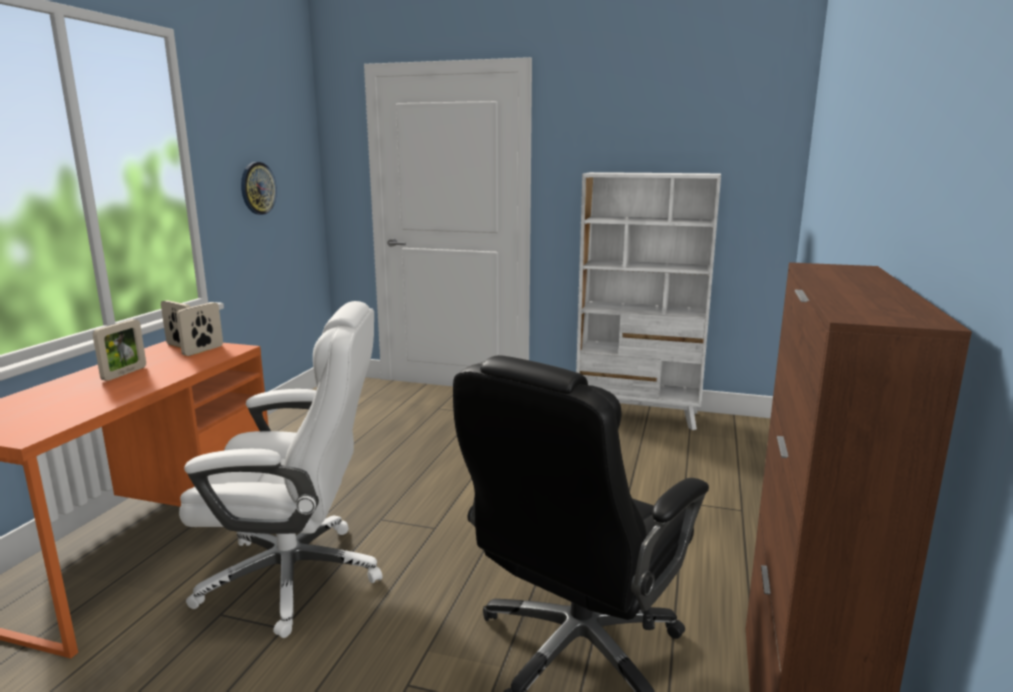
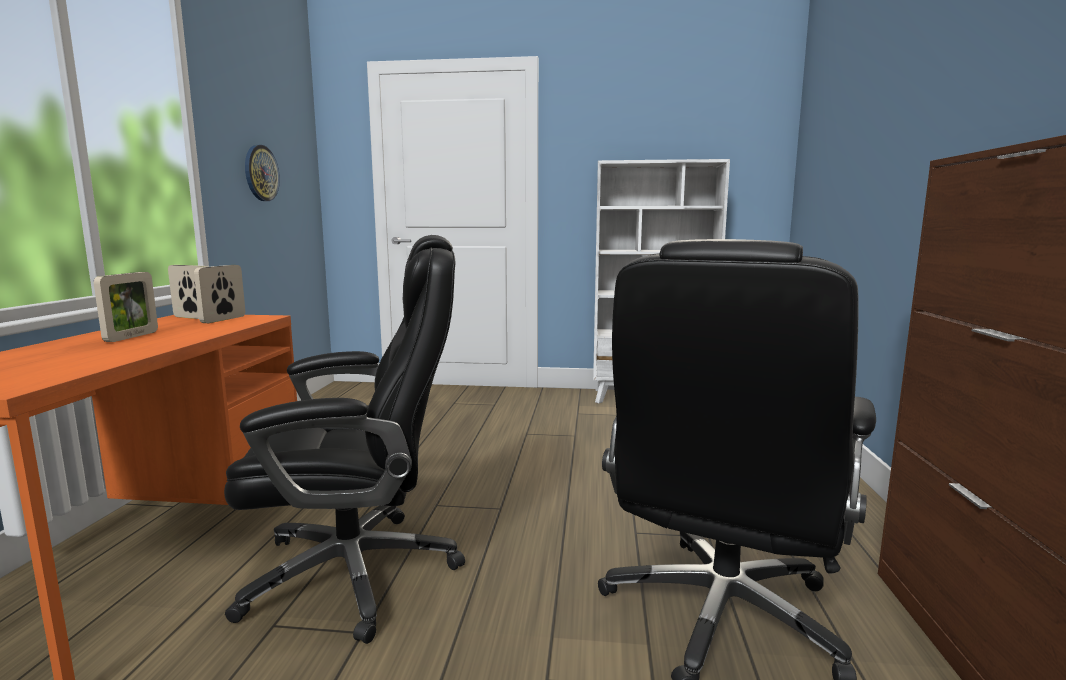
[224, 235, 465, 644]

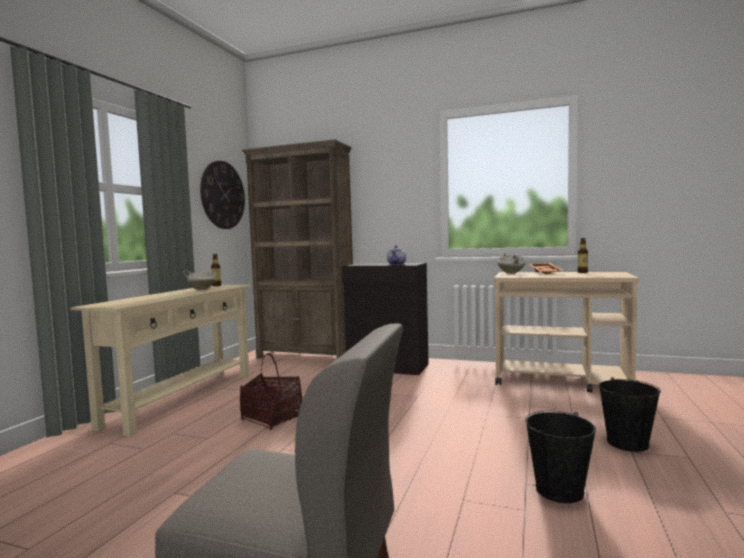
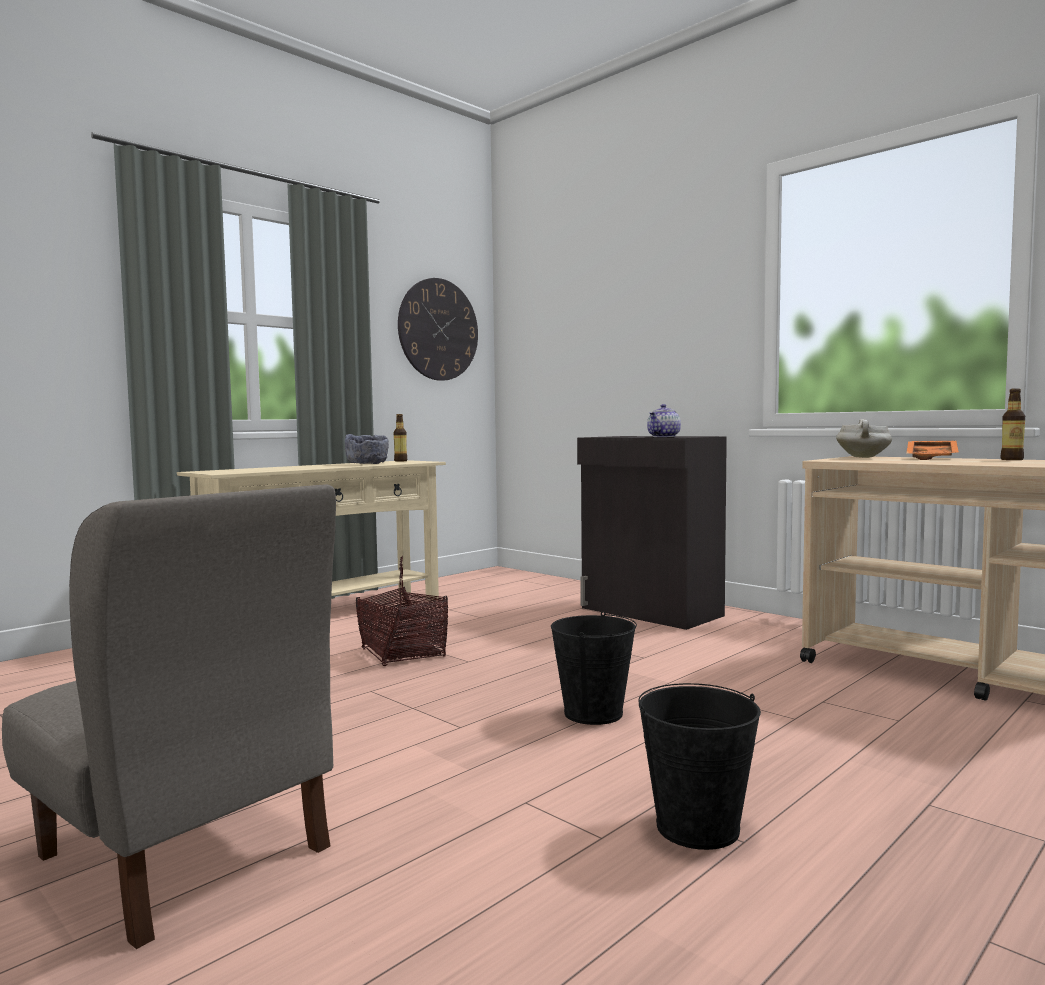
[242, 139, 353, 359] (first image)
[551, 611, 637, 725]
[345, 434, 389, 464]

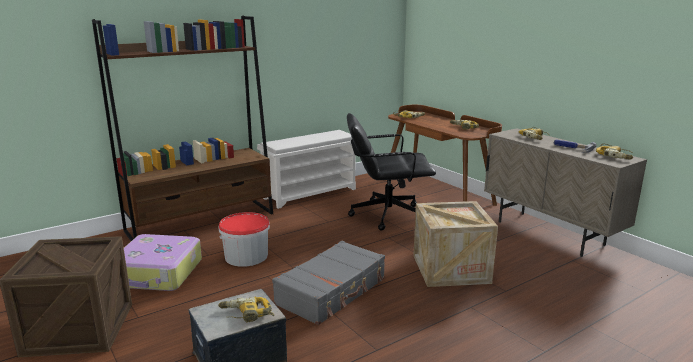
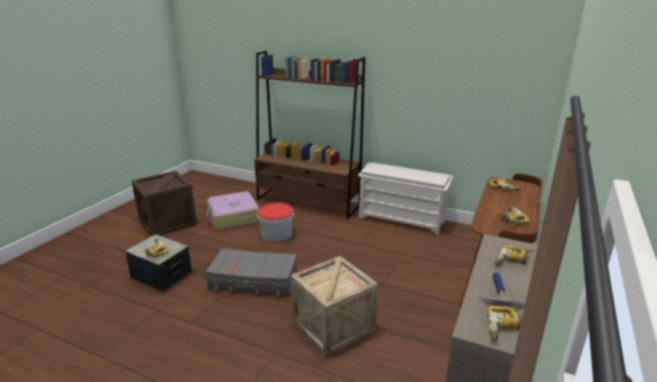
[347, 113, 436, 231] (first image)

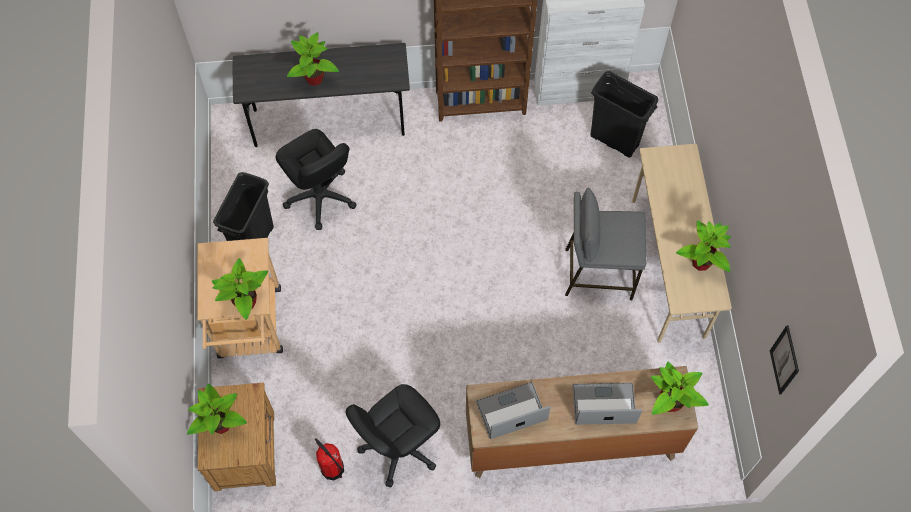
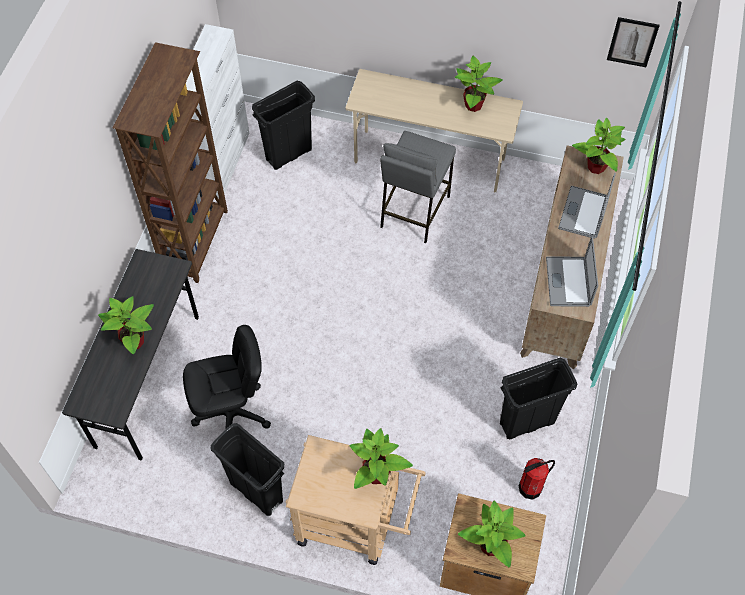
[500, 357, 577, 439]

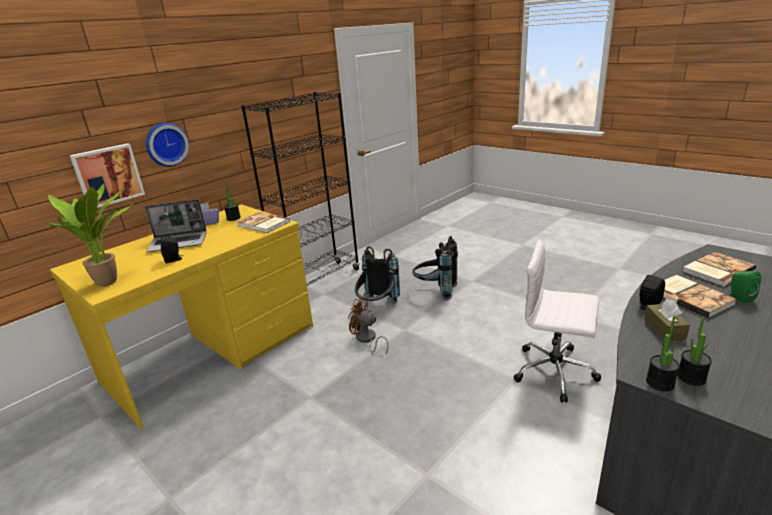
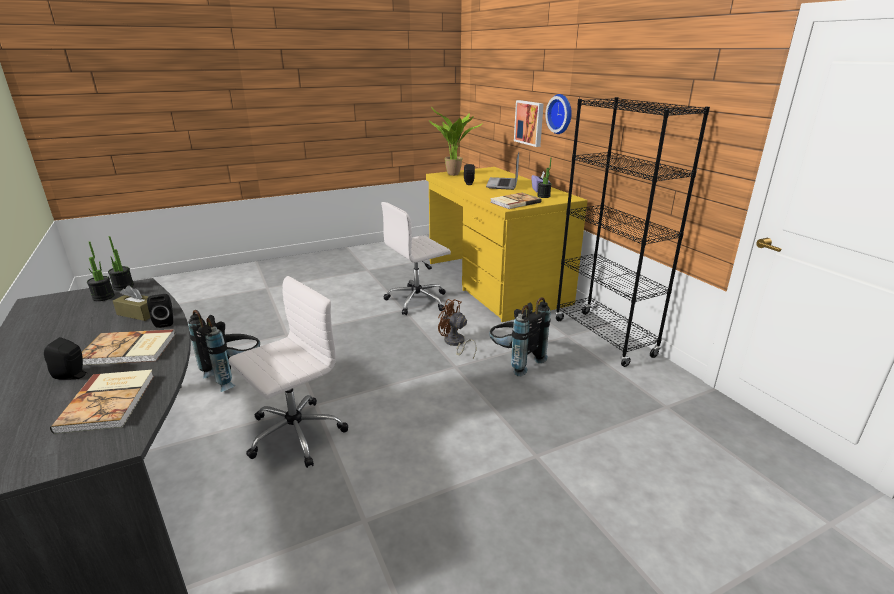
[381, 202, 451, 315]
[188, 310, 260, 392]
[44, 337, 87, 380]
[438, 299, 476, 358]

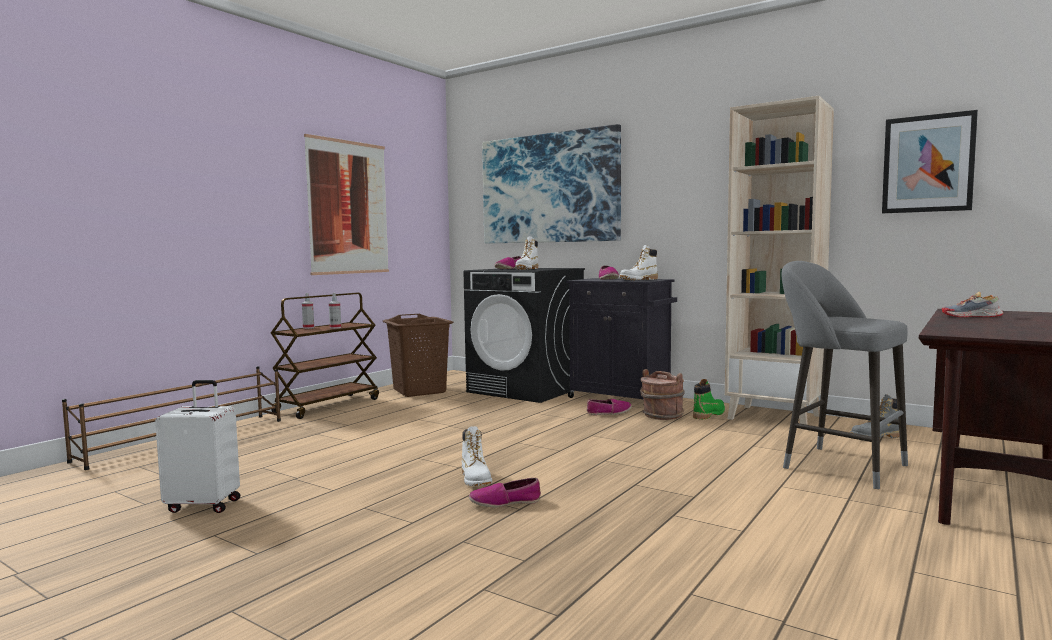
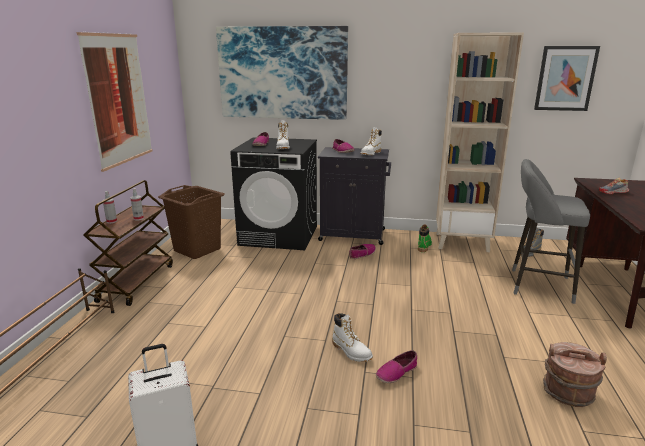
[543, 342, 607, 407]

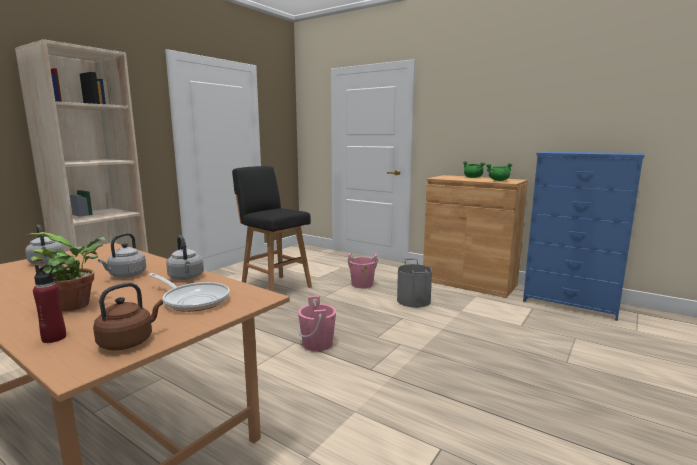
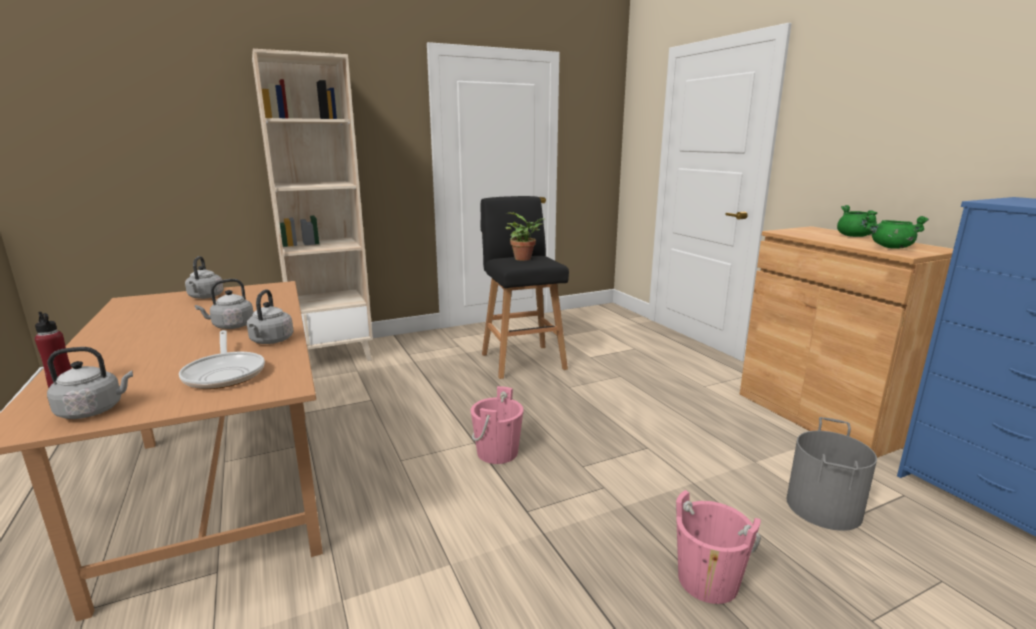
[505, 212, 545, 261]
[676, 490, 761, 604]
[786, 417, 877, 531]
[47, 347, 133, 419]

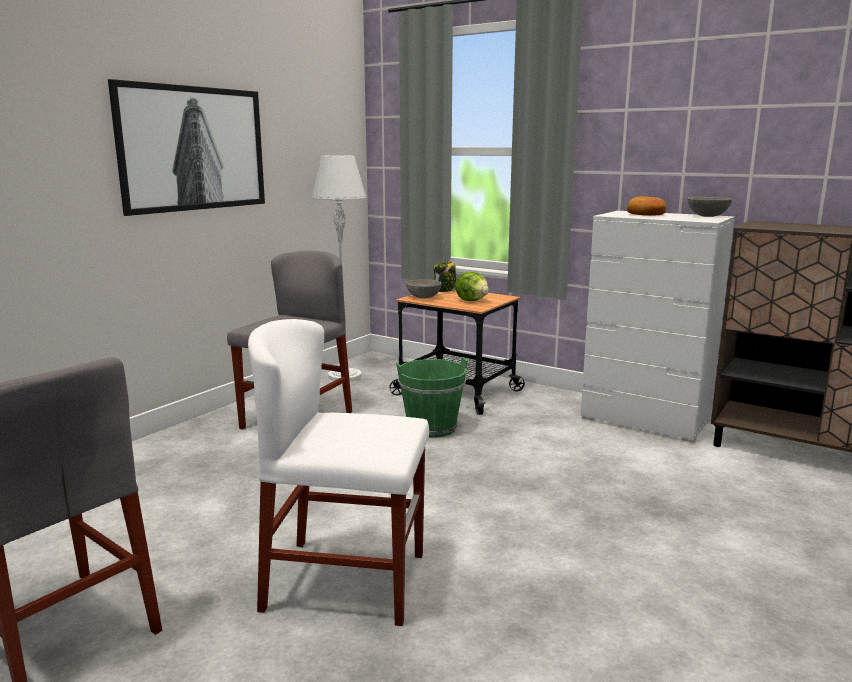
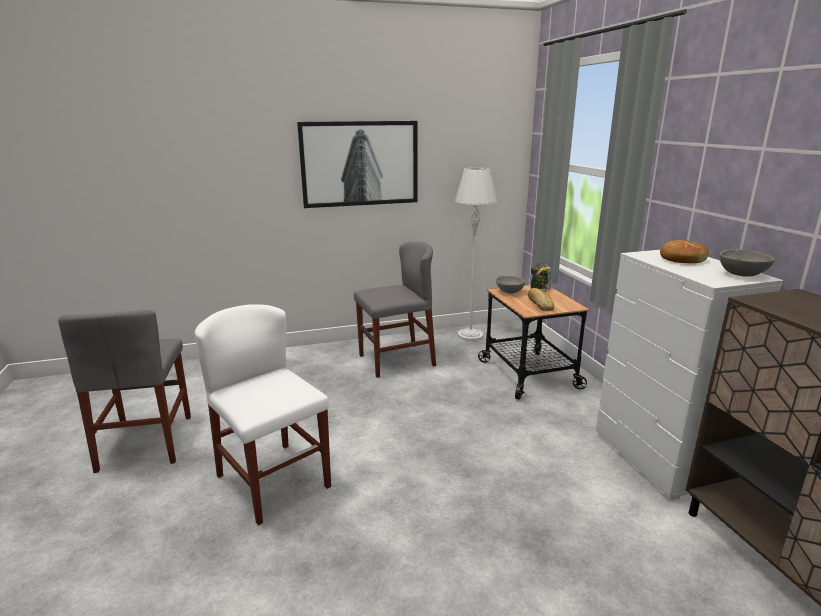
[396, 357, 468, 438] (first image)
[528, 288, 554, 311]

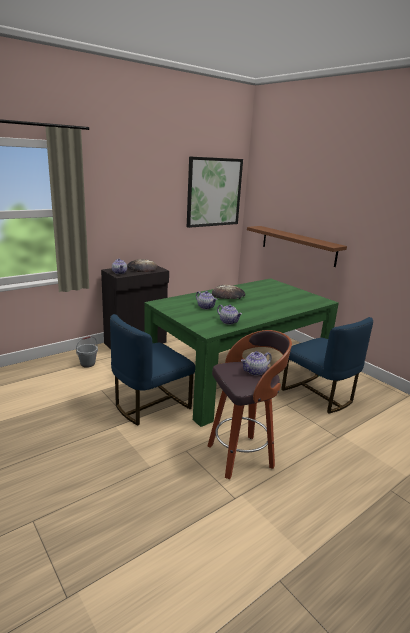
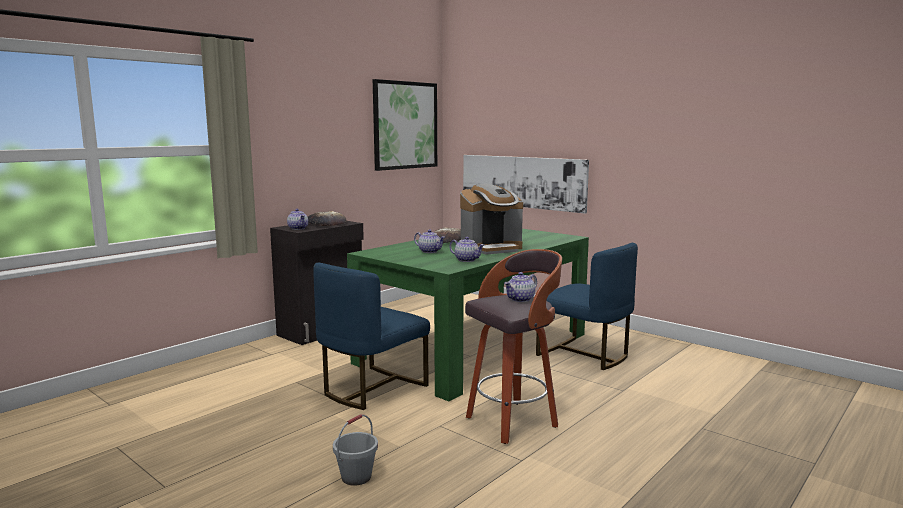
[460, 184, 523, 255]
[333, 414, 378, 486]
[463, 155, 589, 213]

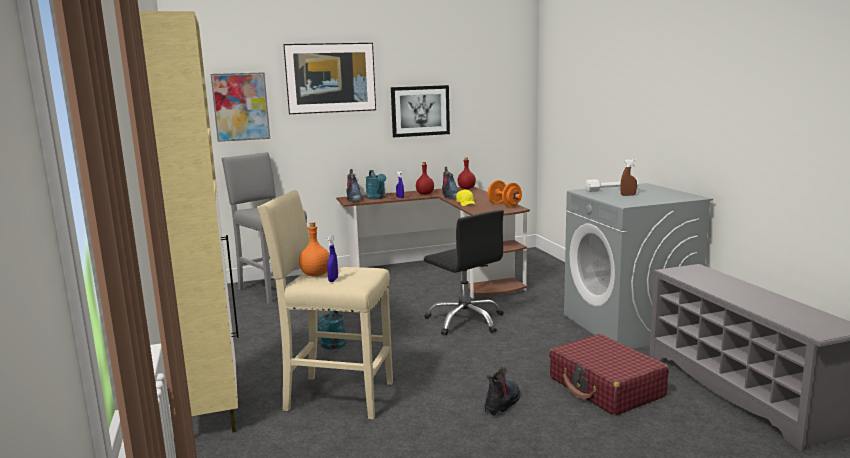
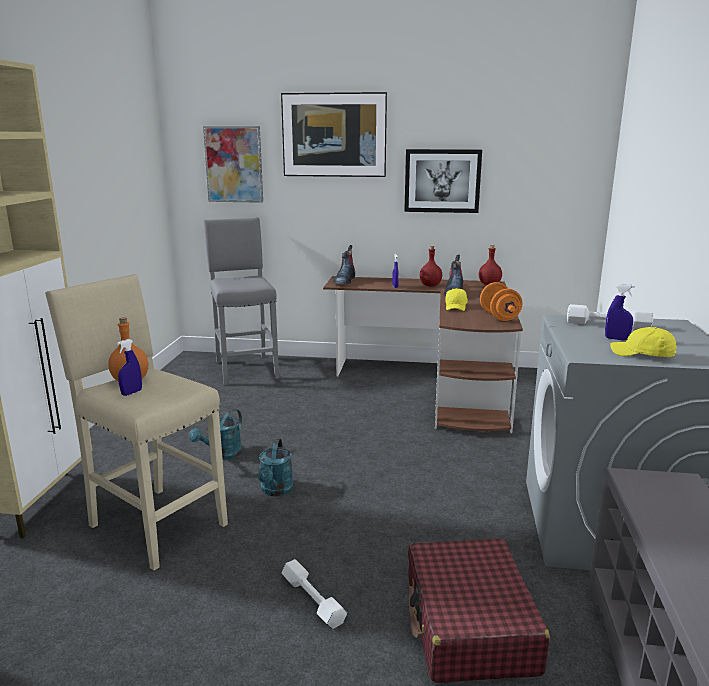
[424, 210, 504, 335] (first image)
[610, 327, 677, 357]
[258, 438, 294, 496]
[282, 559, 347, 629]
[605, 284, 635, 340]

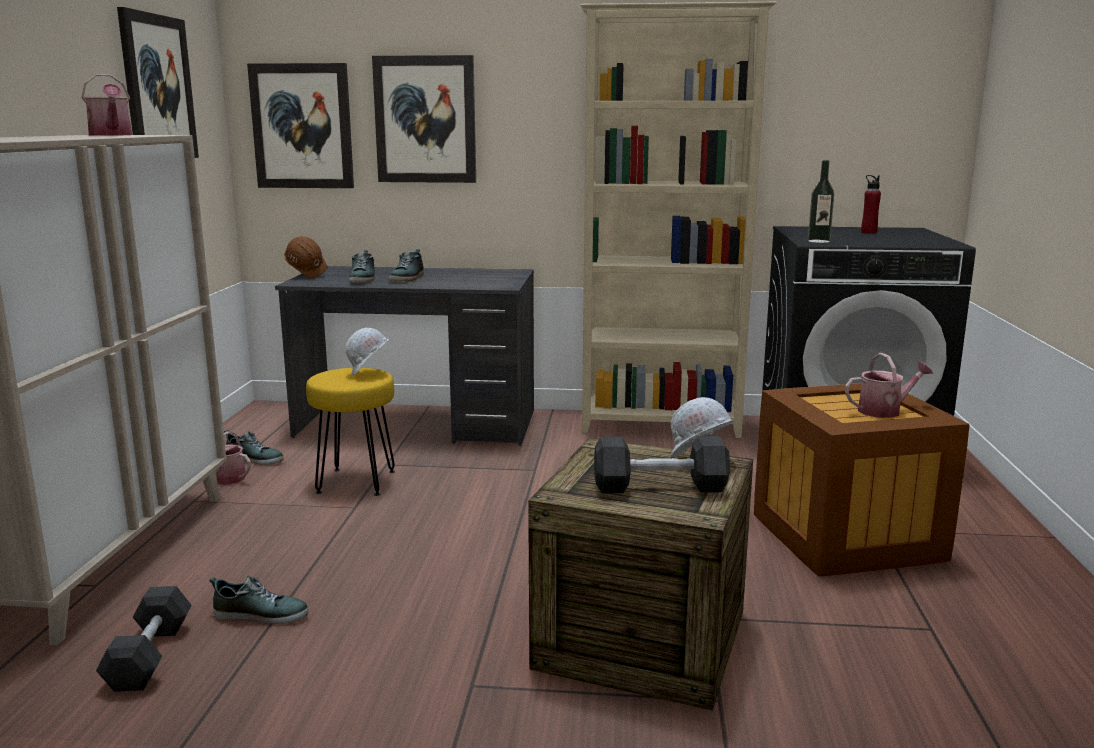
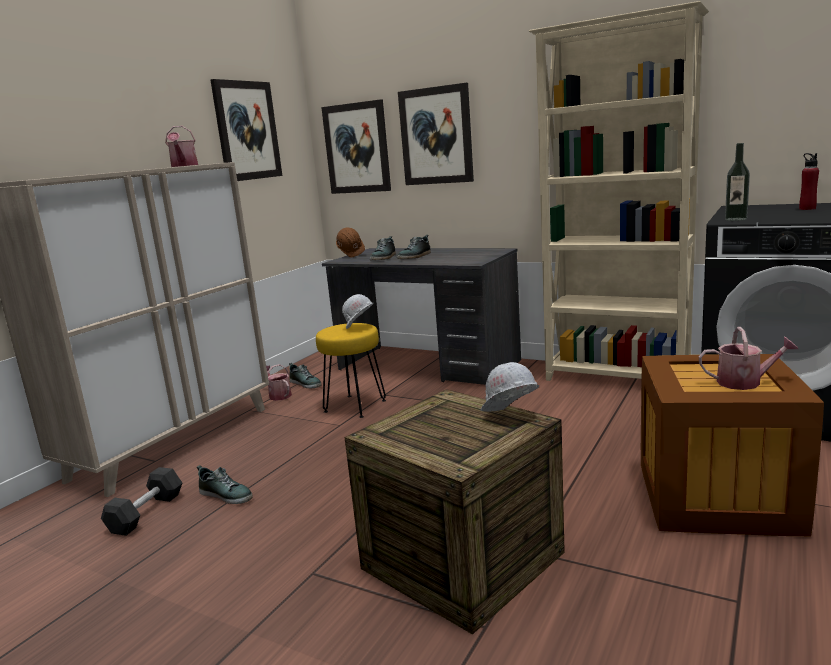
[594, 436, 730, 493] (first image)

